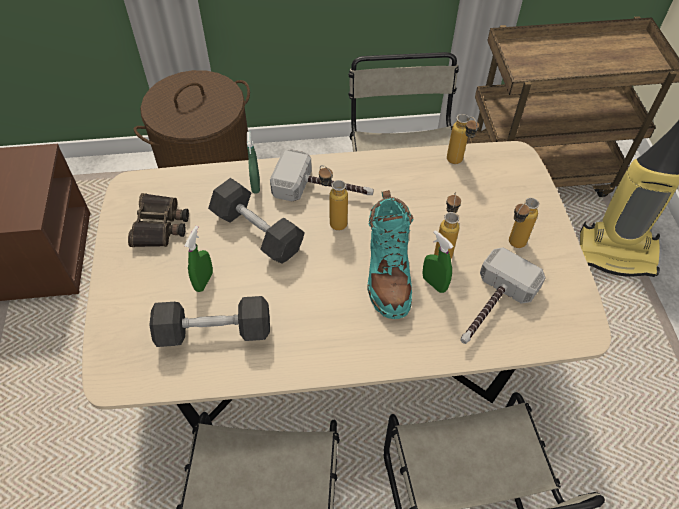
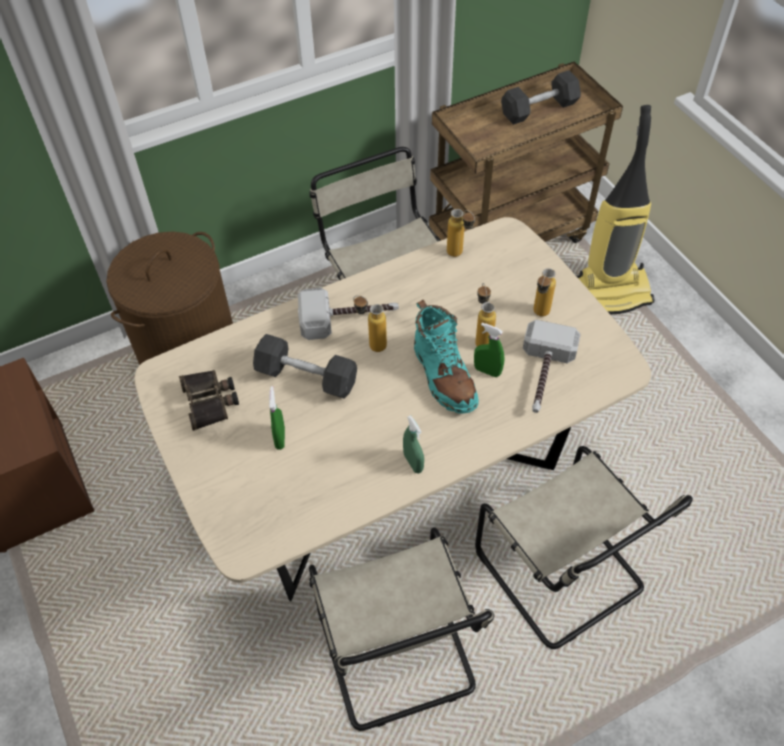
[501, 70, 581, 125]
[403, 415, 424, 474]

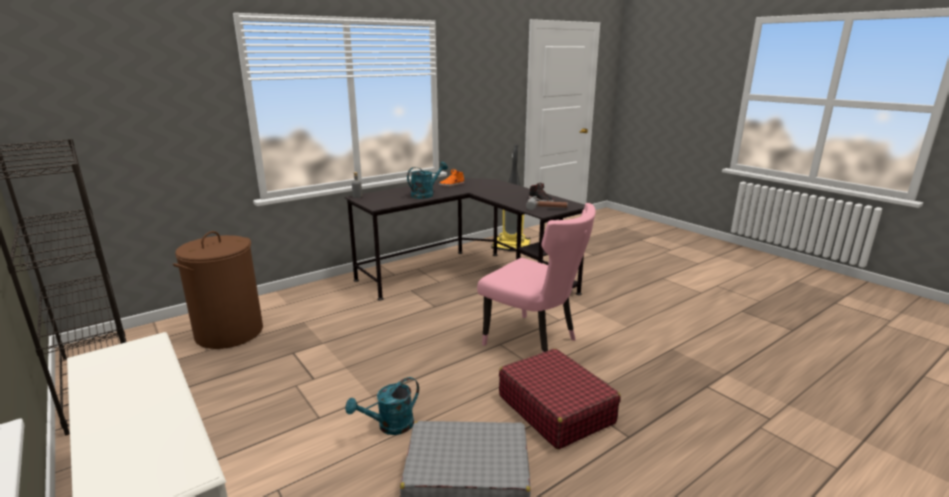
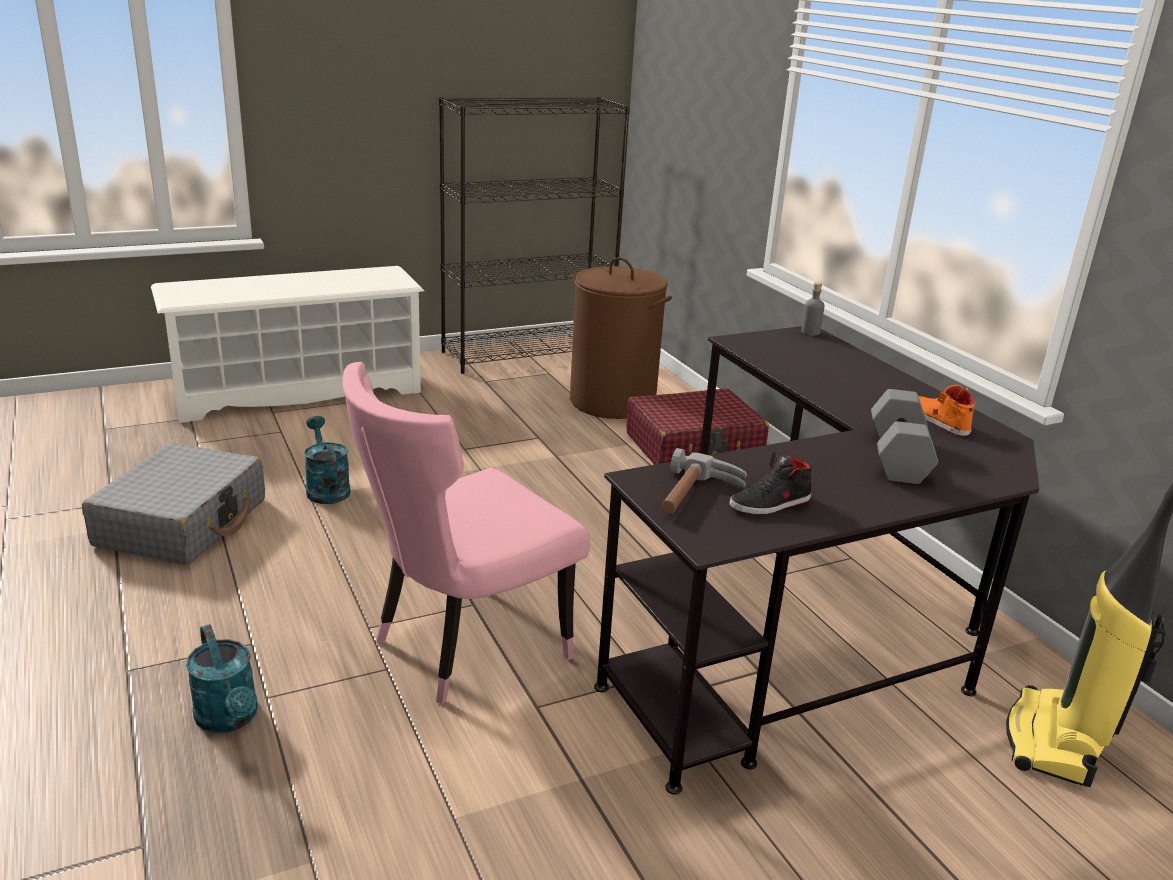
[871, 389, 938, 484]
[186, 624, 258, 733]
[627, 389, 769, 465]

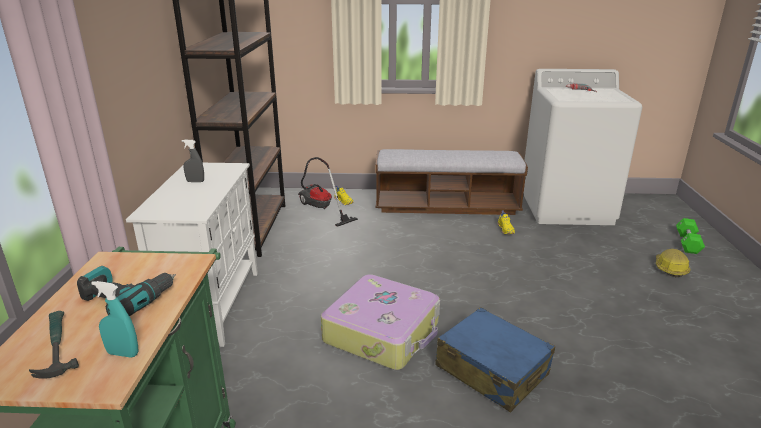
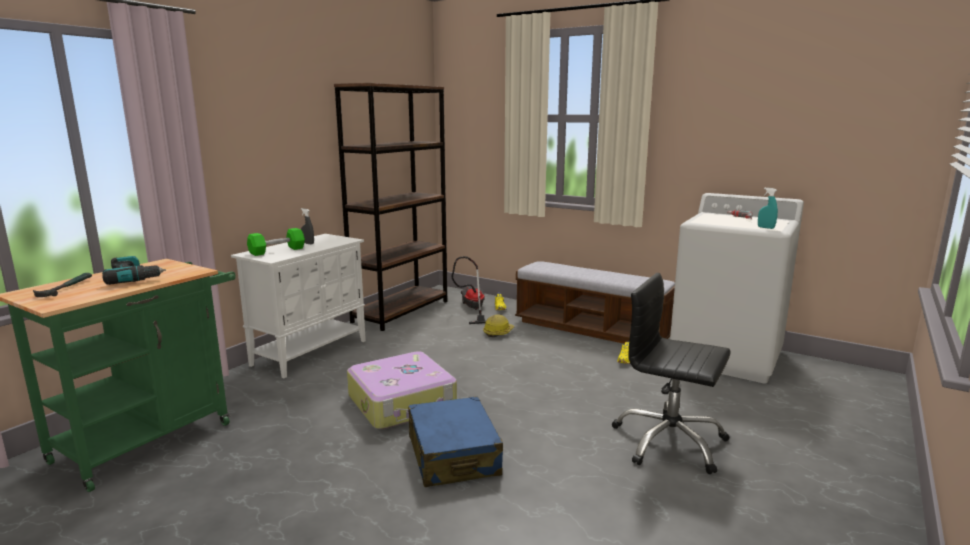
[612, 273, 731, 474]
[758, 187, 778, 229]
[483, 314, 514, 337]
[247, 228, 305, 256]

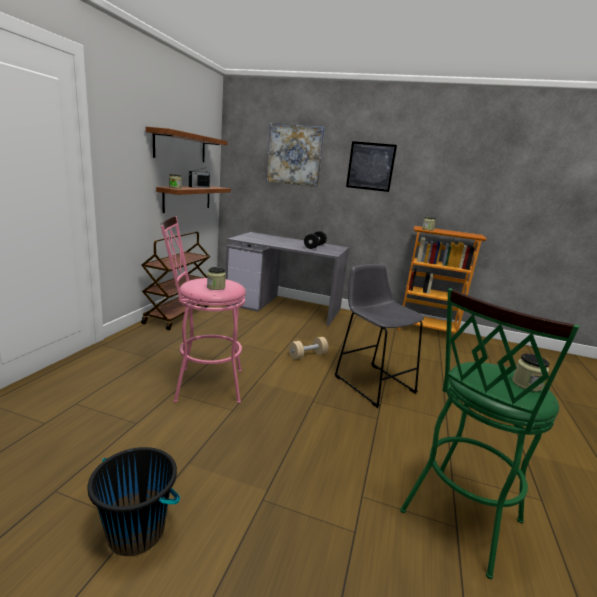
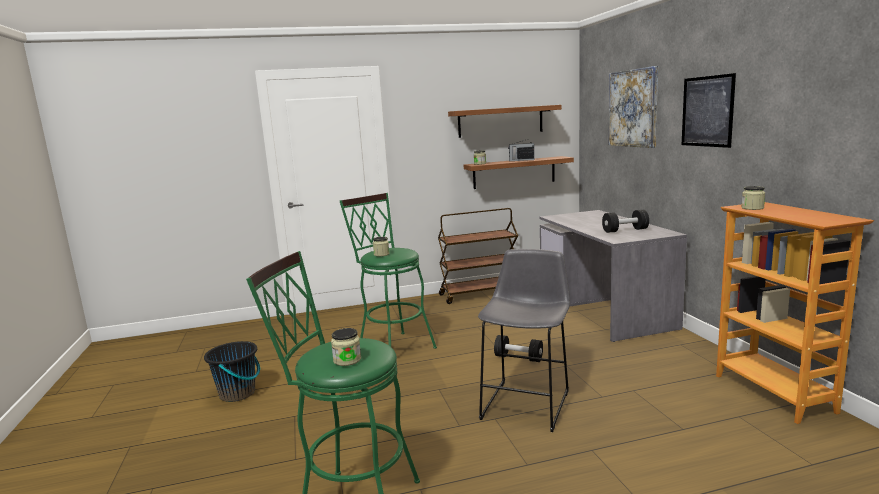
[340, 193, 437, 349]
[494, 335, 543, 362]

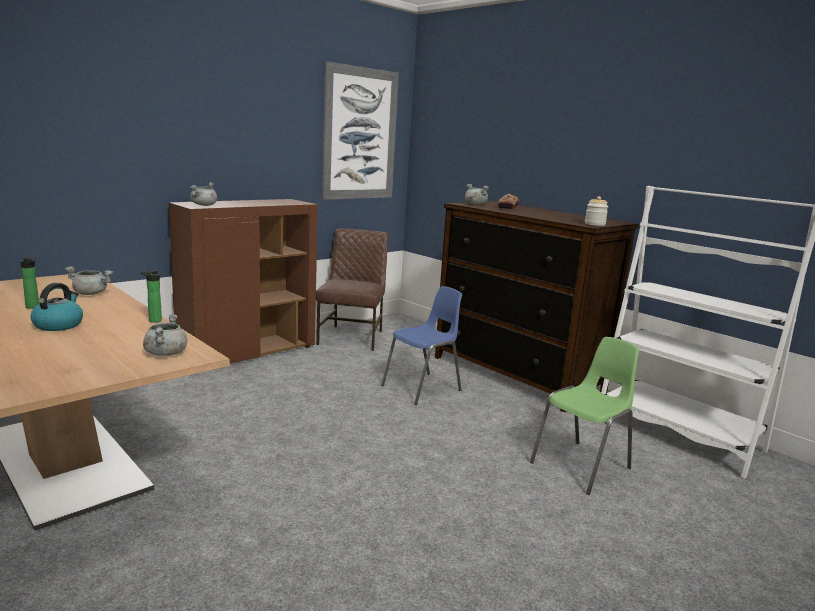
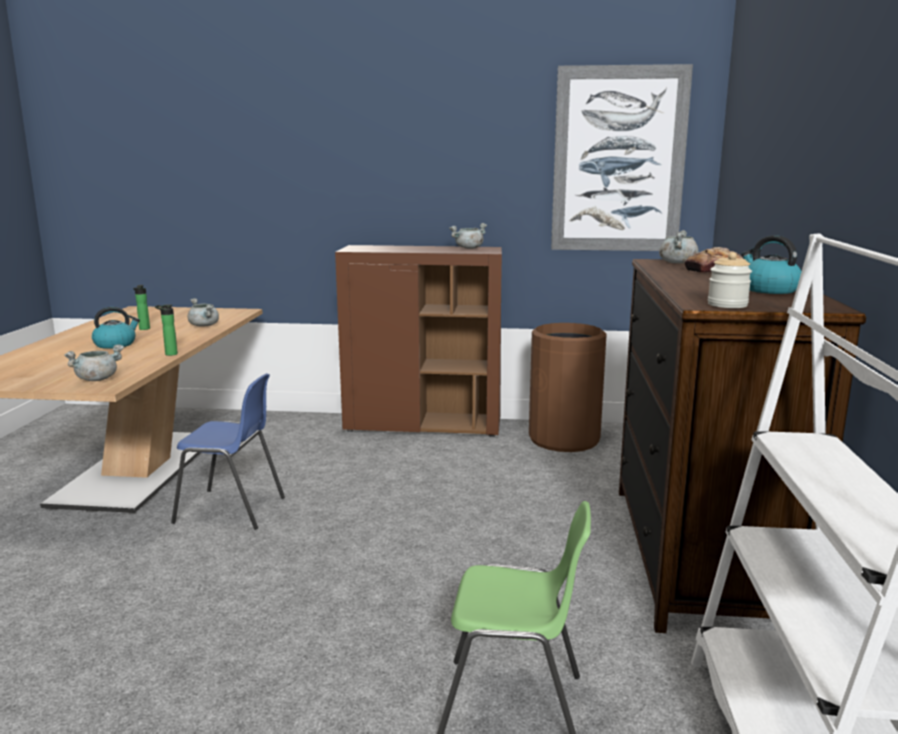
[741, 236, 802, 294]
[449, 223, 487, 249]
[171, 373, 285, 530]
[529, 323, 607, 452]

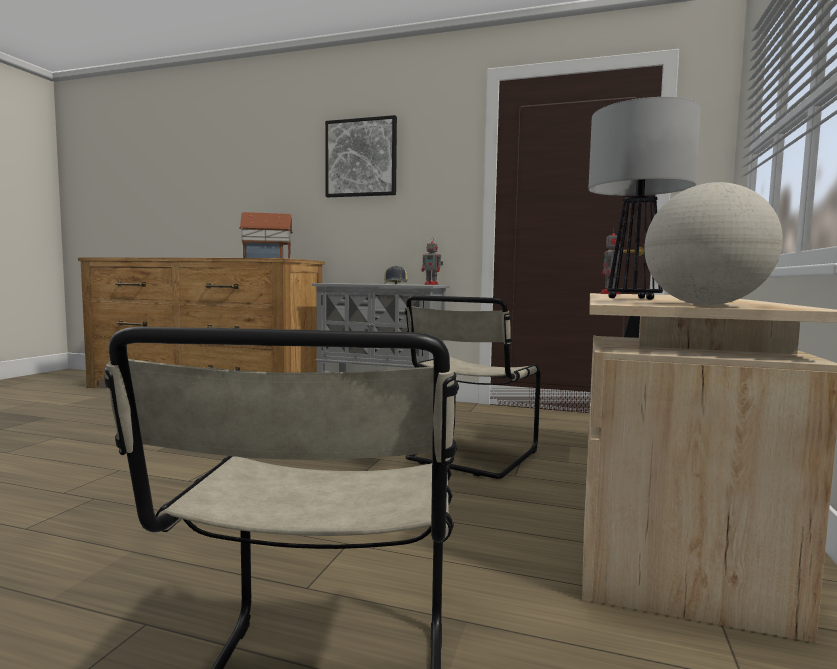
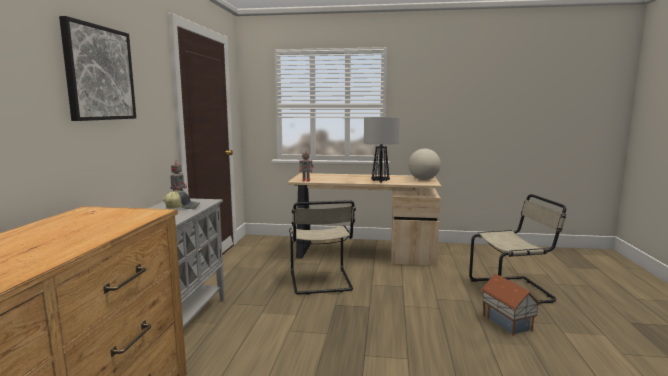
[481, 273, 541, 336]
[289, 200, 356, 295]

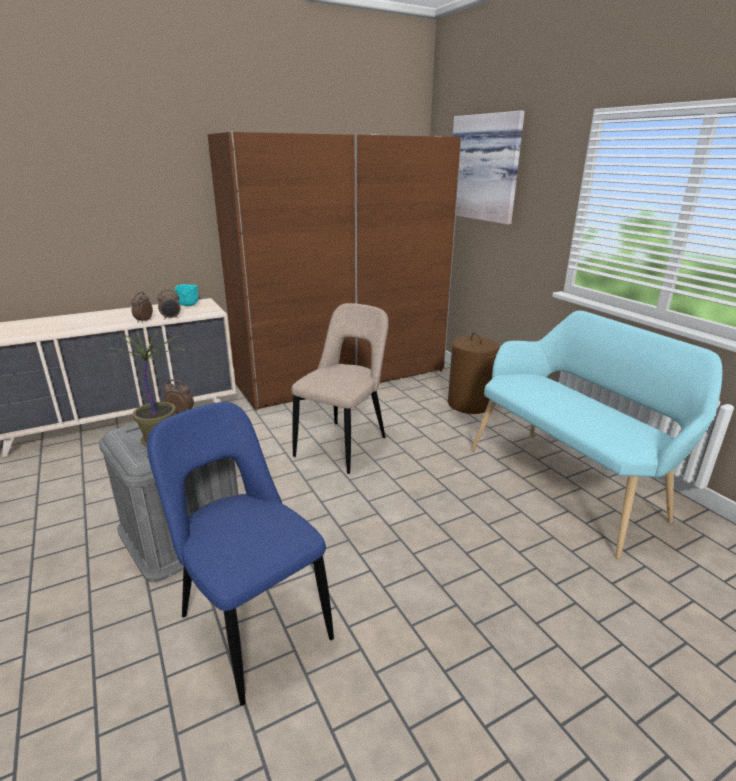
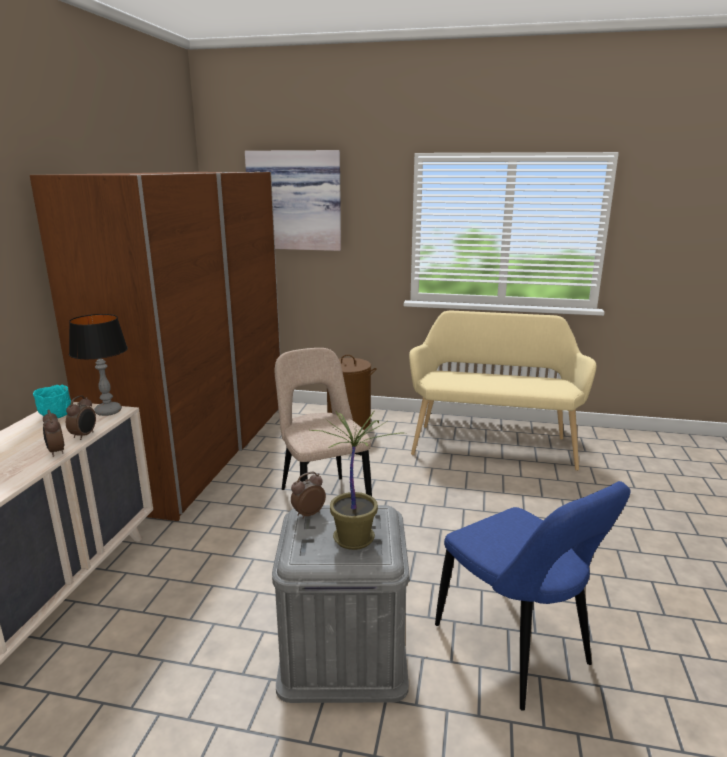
[69, 314, 128, 416]
[409, 311, 597, 471]
[435, 481, 631, 711]

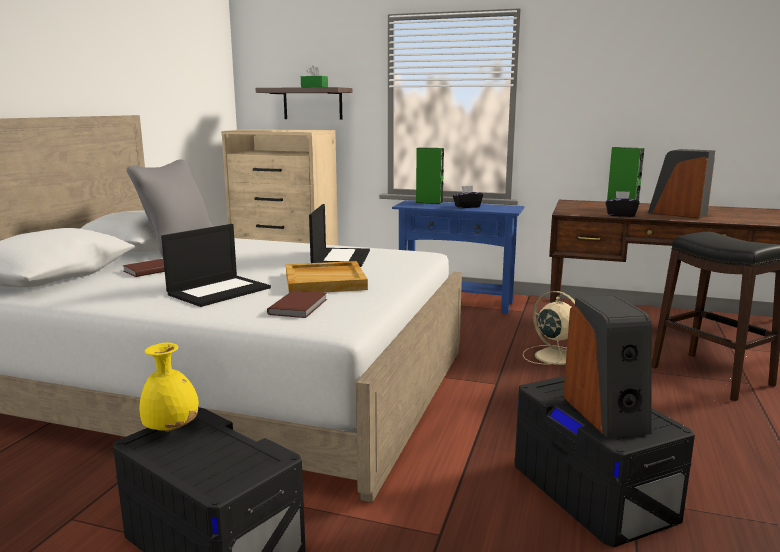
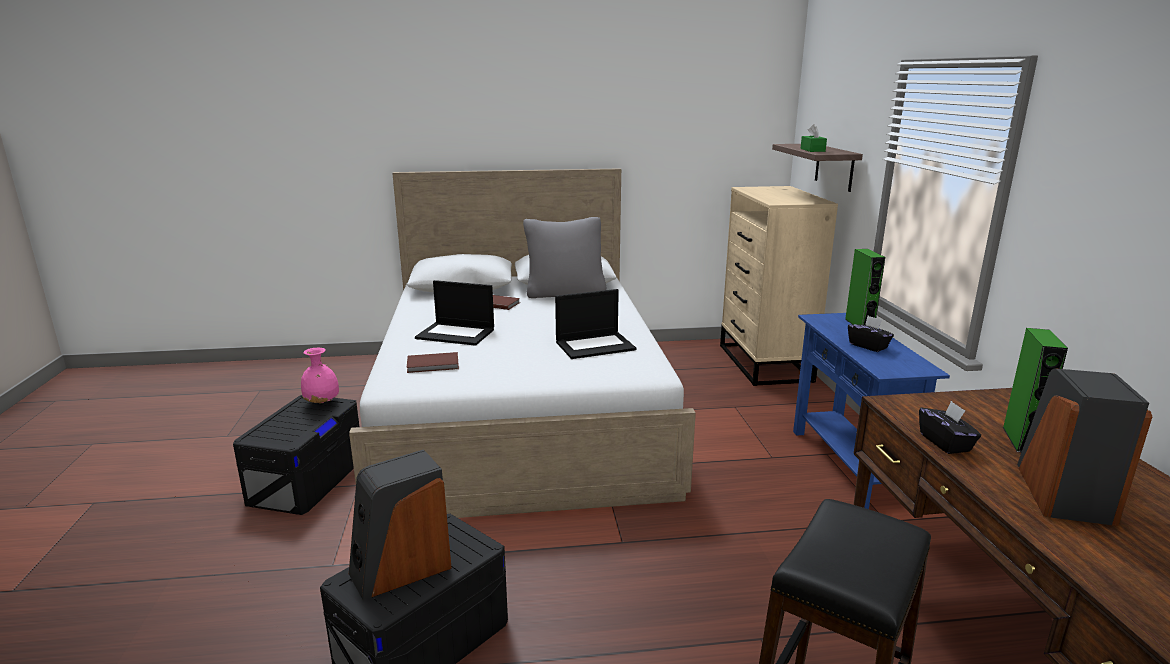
[286, 261, 368, 293] (first image)
[523, 291, 575, 365] (first image)
[301, 347, 339, 404]

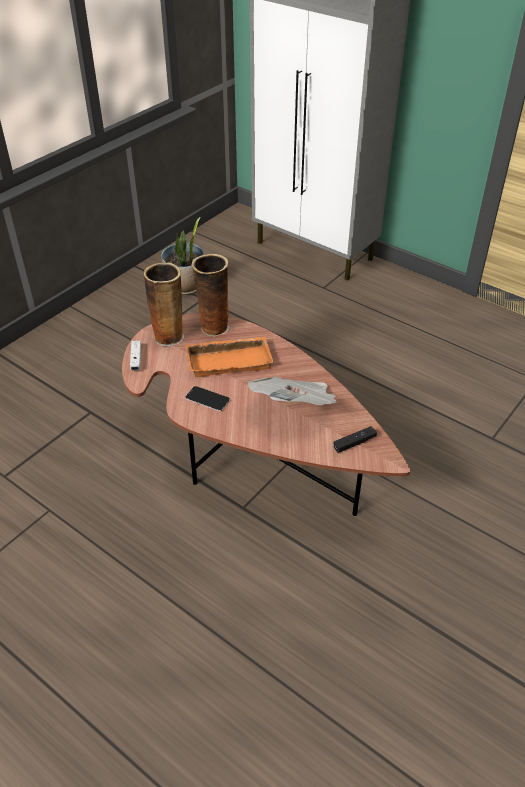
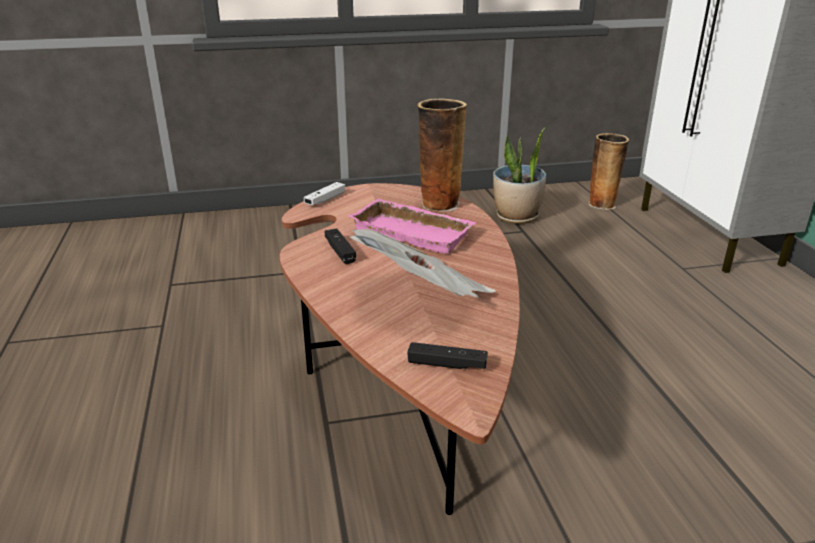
[588, 133, 629, 210]
[325, 228, 356, 264]
[349, 198, 477, 254]

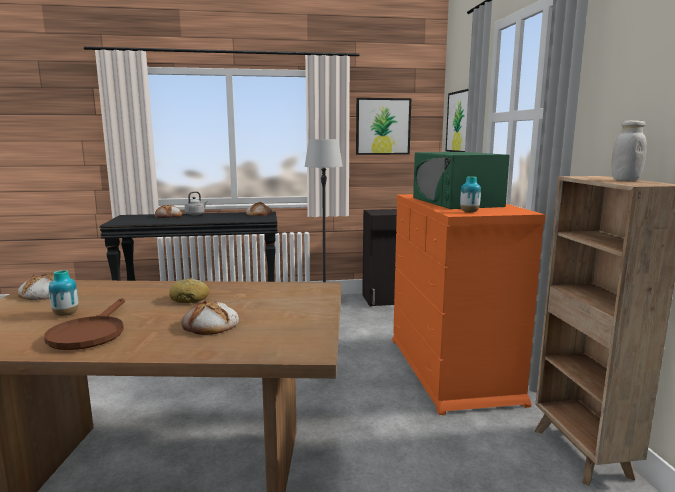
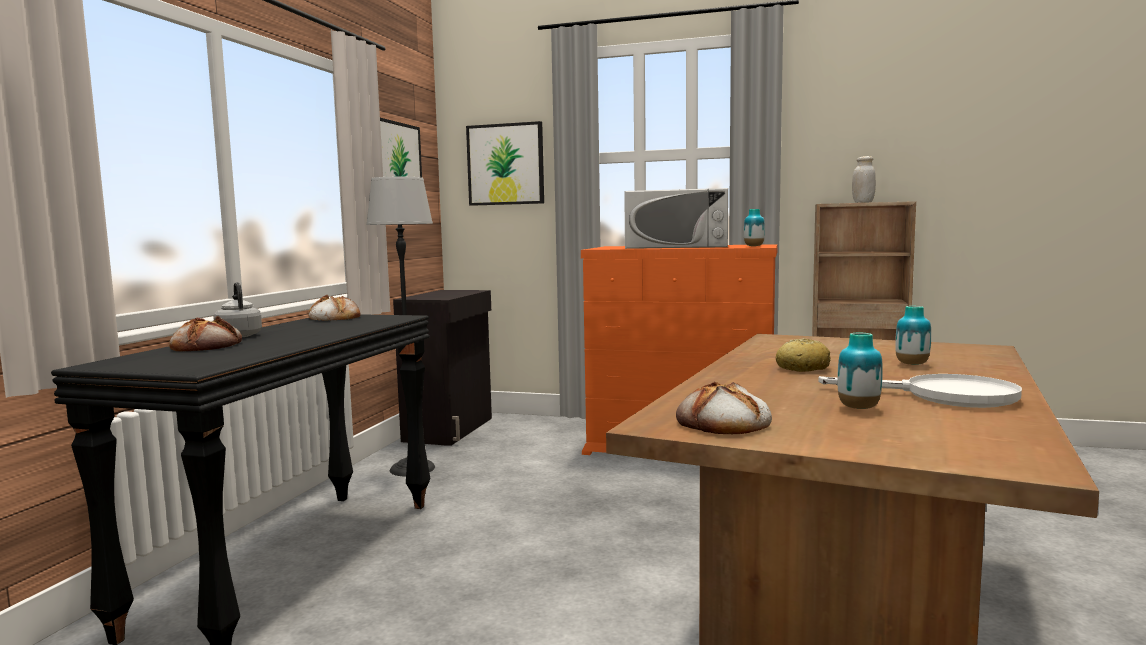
[895, 306, 931, 365]
[818, 374, 1022, 408]
[624, 188, 728, 249]

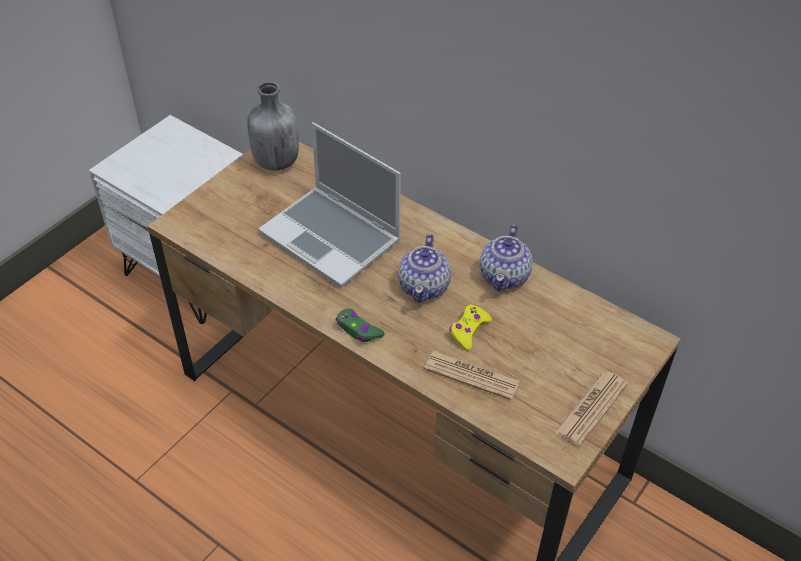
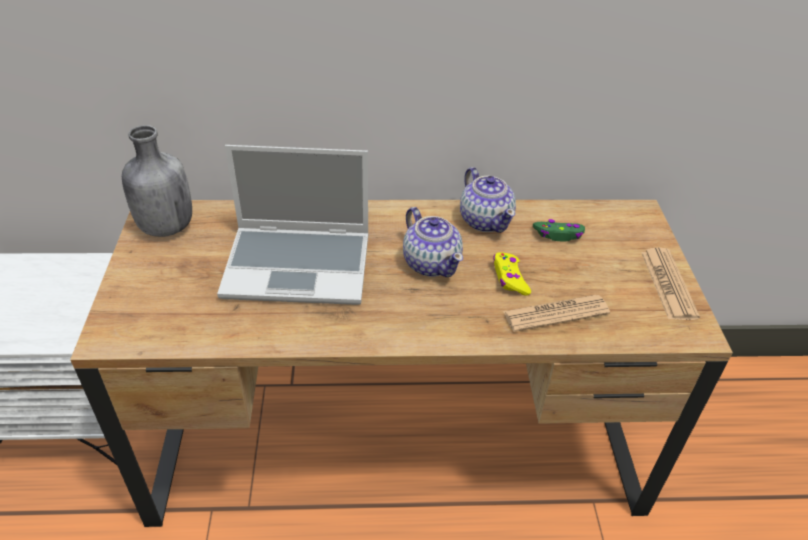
[533, 219, 585, 241]

